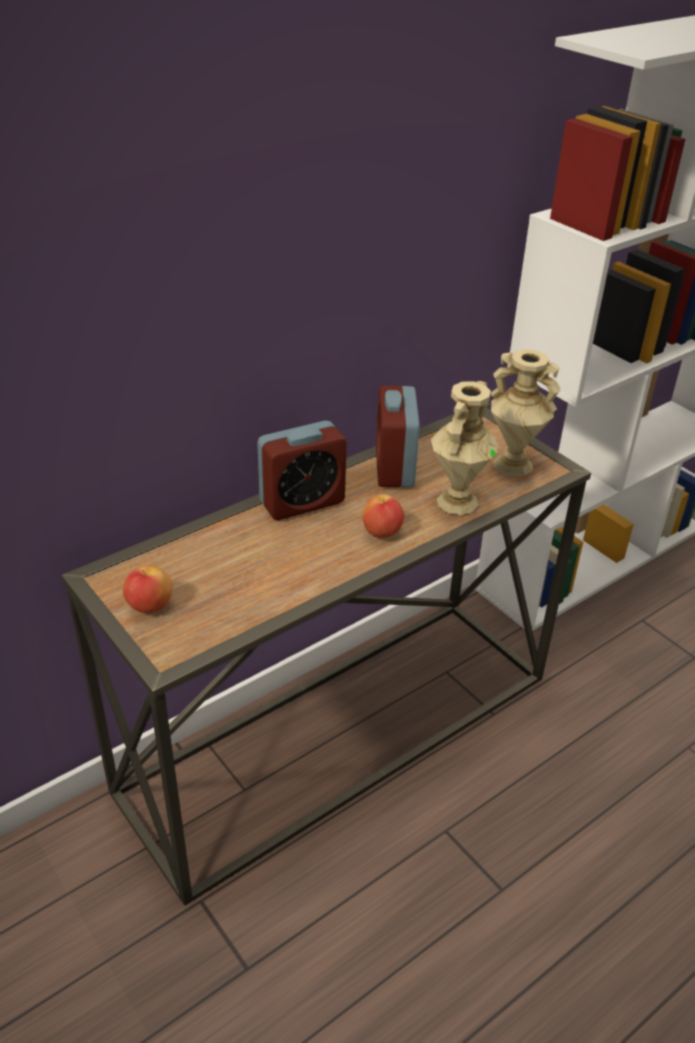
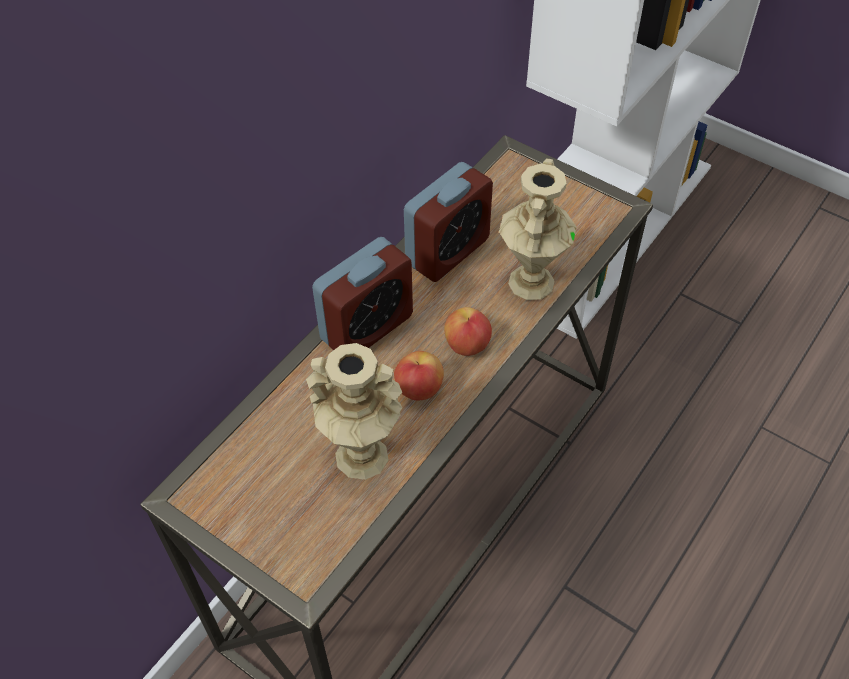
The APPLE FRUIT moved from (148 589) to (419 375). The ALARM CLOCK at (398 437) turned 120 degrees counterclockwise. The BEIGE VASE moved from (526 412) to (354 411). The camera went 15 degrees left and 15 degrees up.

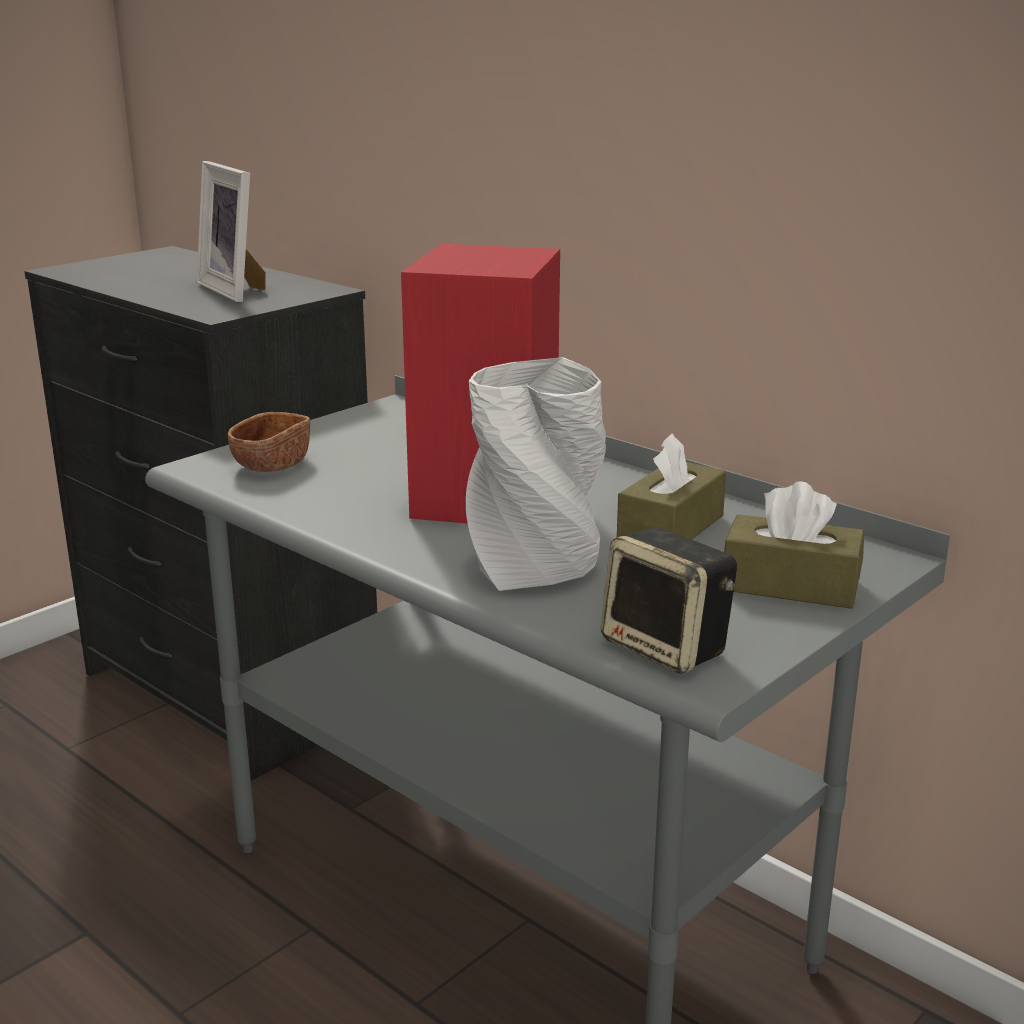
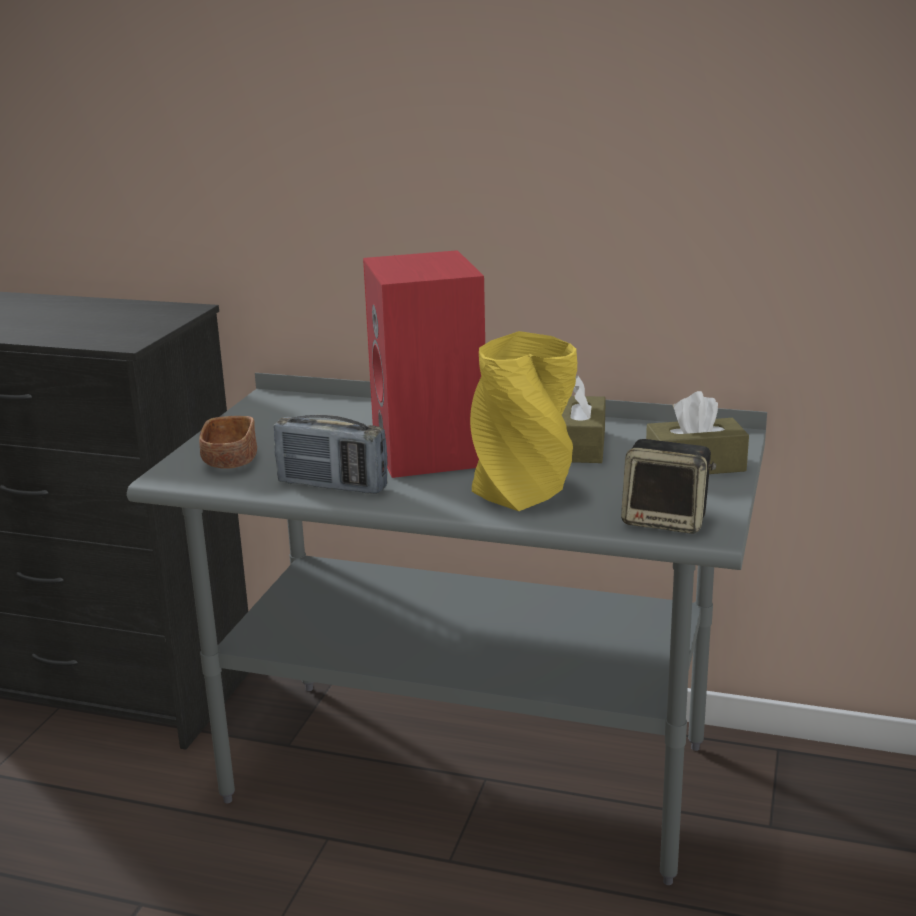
The PHOTO FRAME at (231 231) disappeared. The GREY VASE at (536 474) became the YELLOW VASE at (523 421). The RADIO RECEIVER at (331 454) appeared. The camera went 25 degrees left and 0 degrees up.

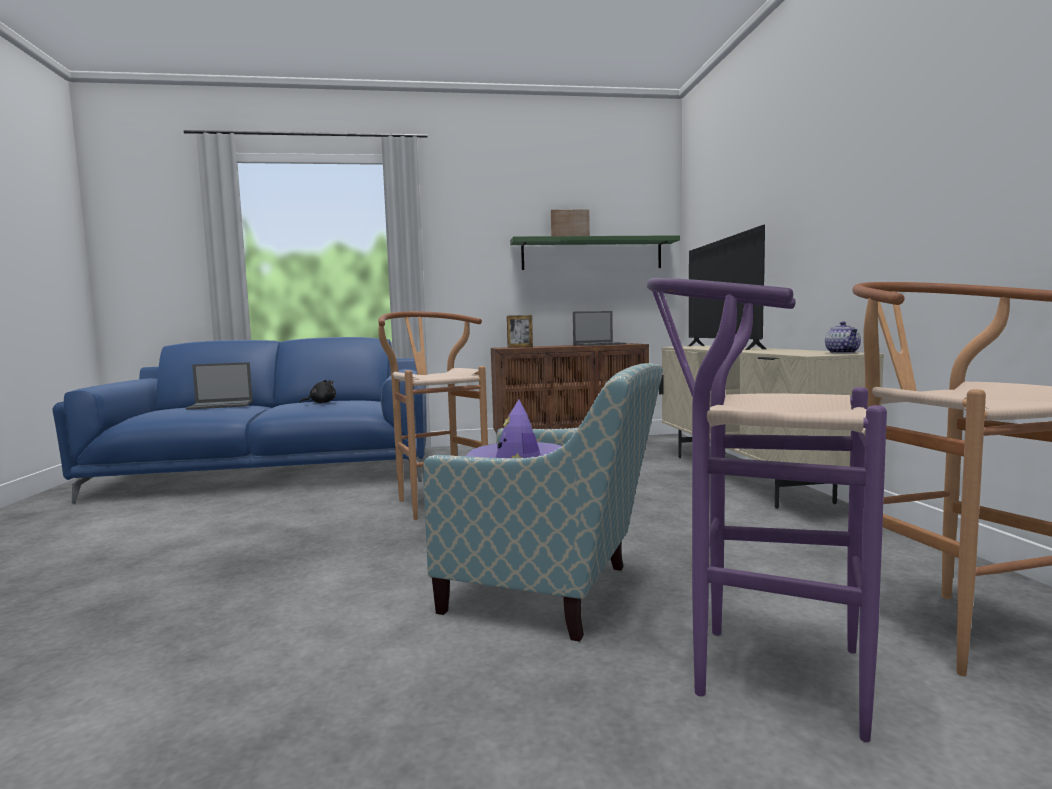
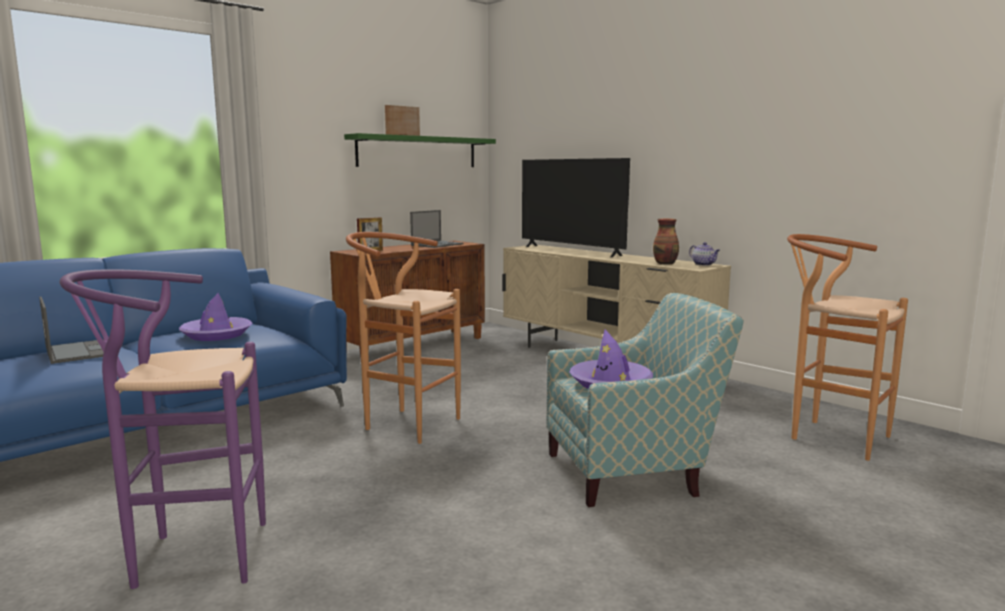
The NOTEBOOK COMPUTER at (219 386) turned 75 degrees counterclockwise. The BLACK-COLOURED PLUSH TOY at (318 391) was replaced by the PURPLISH WEARABLE HAT at (215 317). The PURPLISH STOOL SEAT moved from (767 510) to (163 429). The VASE at (666 241) appeared. The camera went 35 degrees left and 5 degrees up.

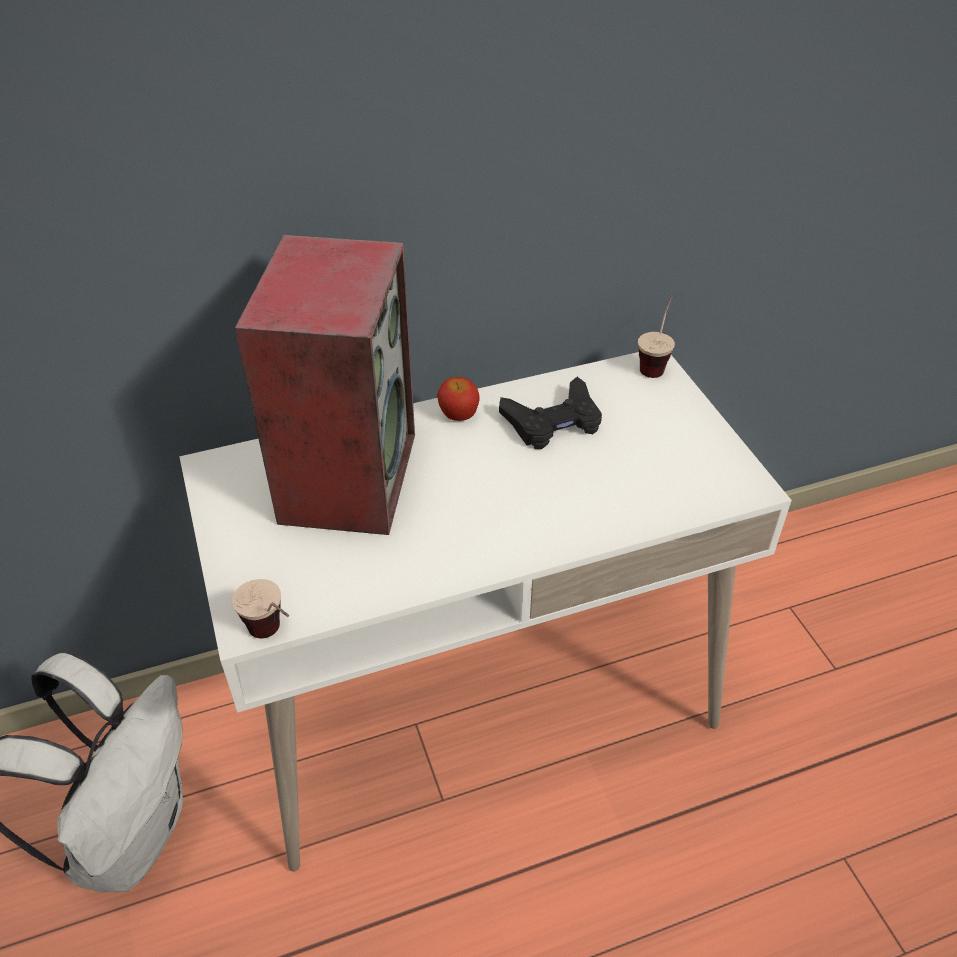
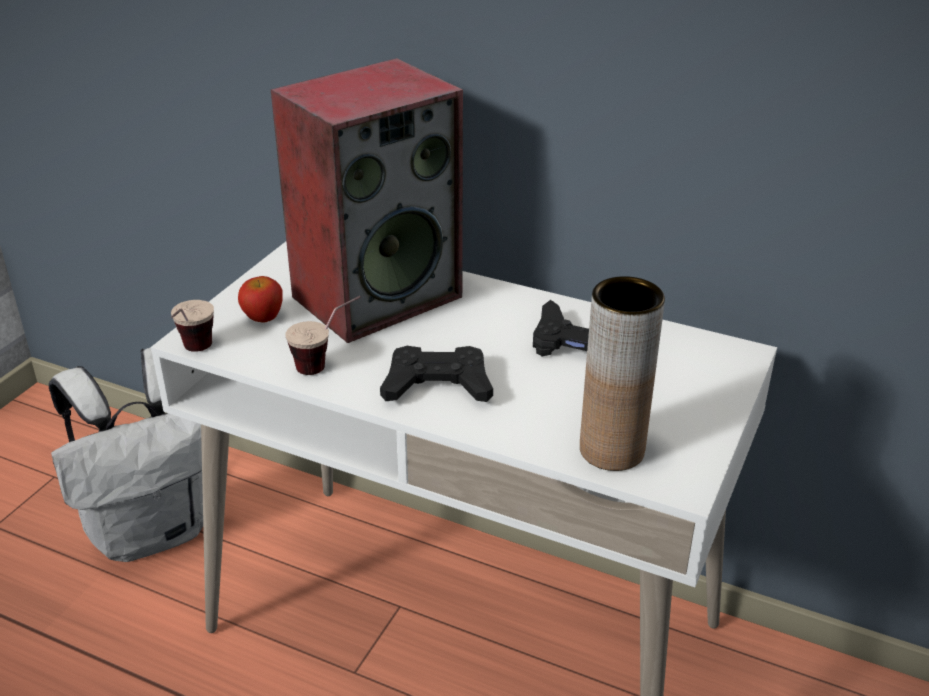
The APPLE FRUIT moved from (458 399) to (260 299). The CUP moved from (656 337) to (323 335). The BLACK-COLOURED GAME CONTROLLER at (436 374) appeared. The BROWN-COLOURED VASE at (622 373) appeared. The camera went 45 degrees right and 10 degrees down.

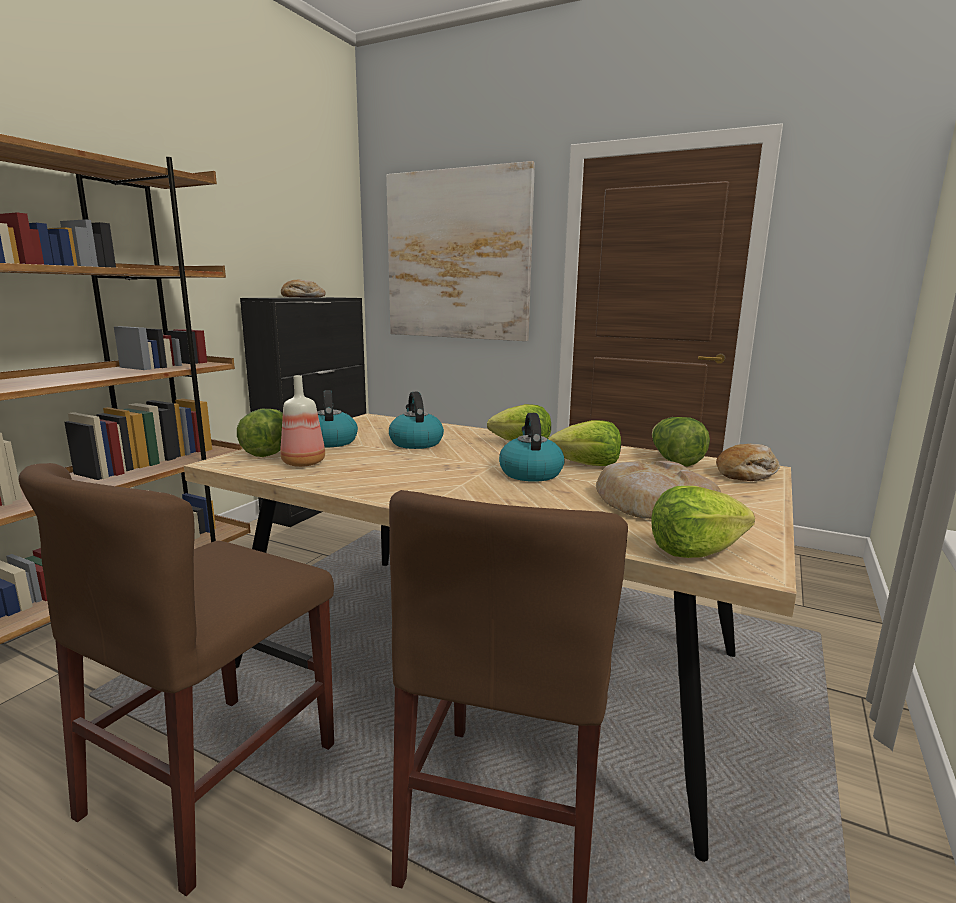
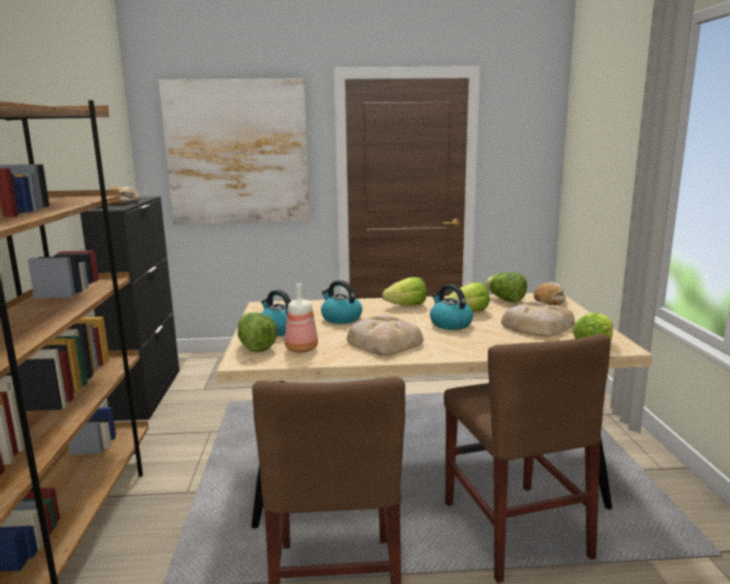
The BAKERY BREAD at (385 335) appeared. The camera went 30 degrees left and 0 degrees up.

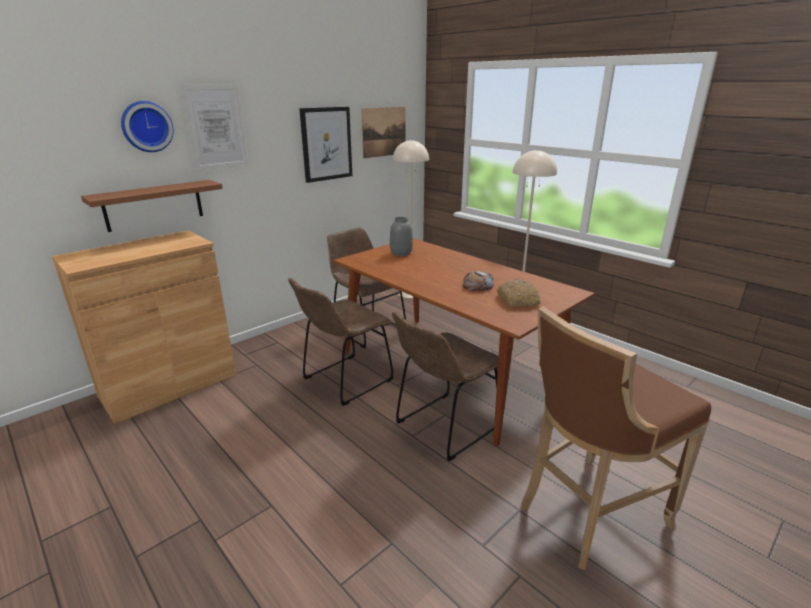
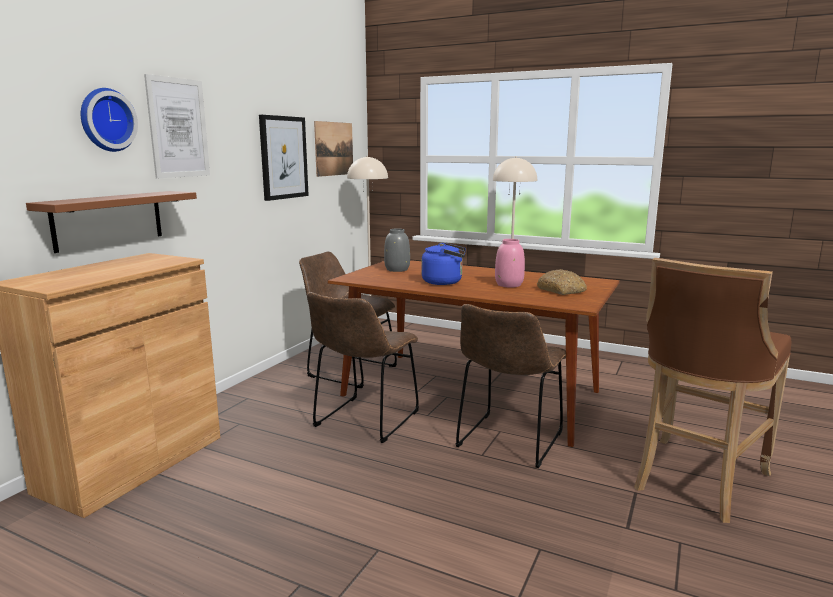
The BAKERY BREAD at (478 281) was replaced by the PINK VASE at (510 263). The BLUE WATER KETTLE at (444 264) appeared. The camera went 20 degrees left and 10 degrees down.

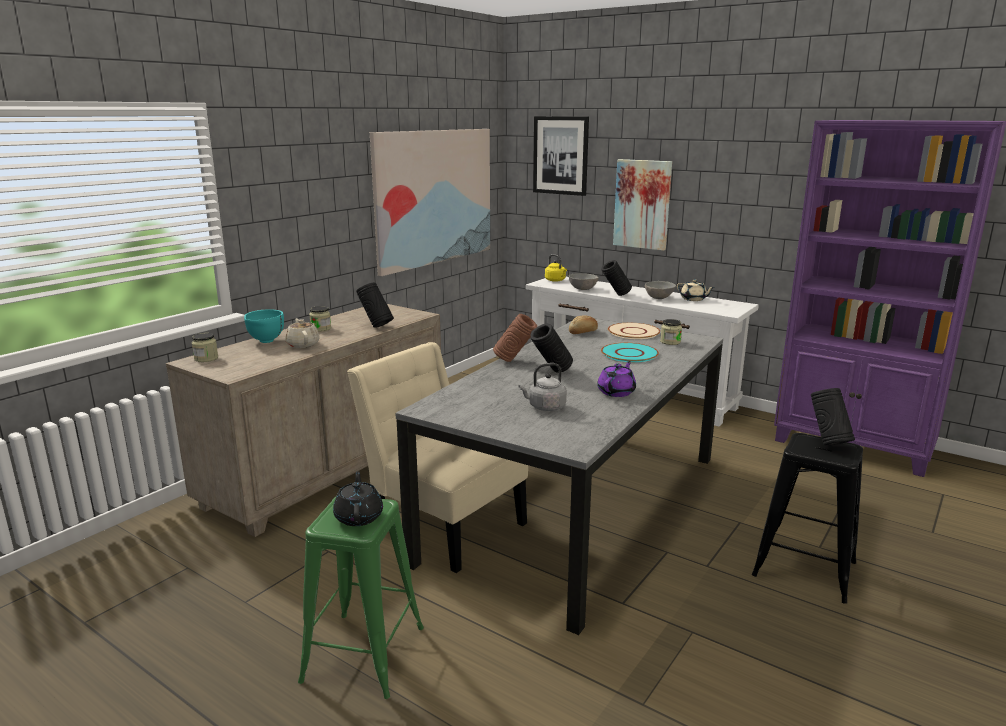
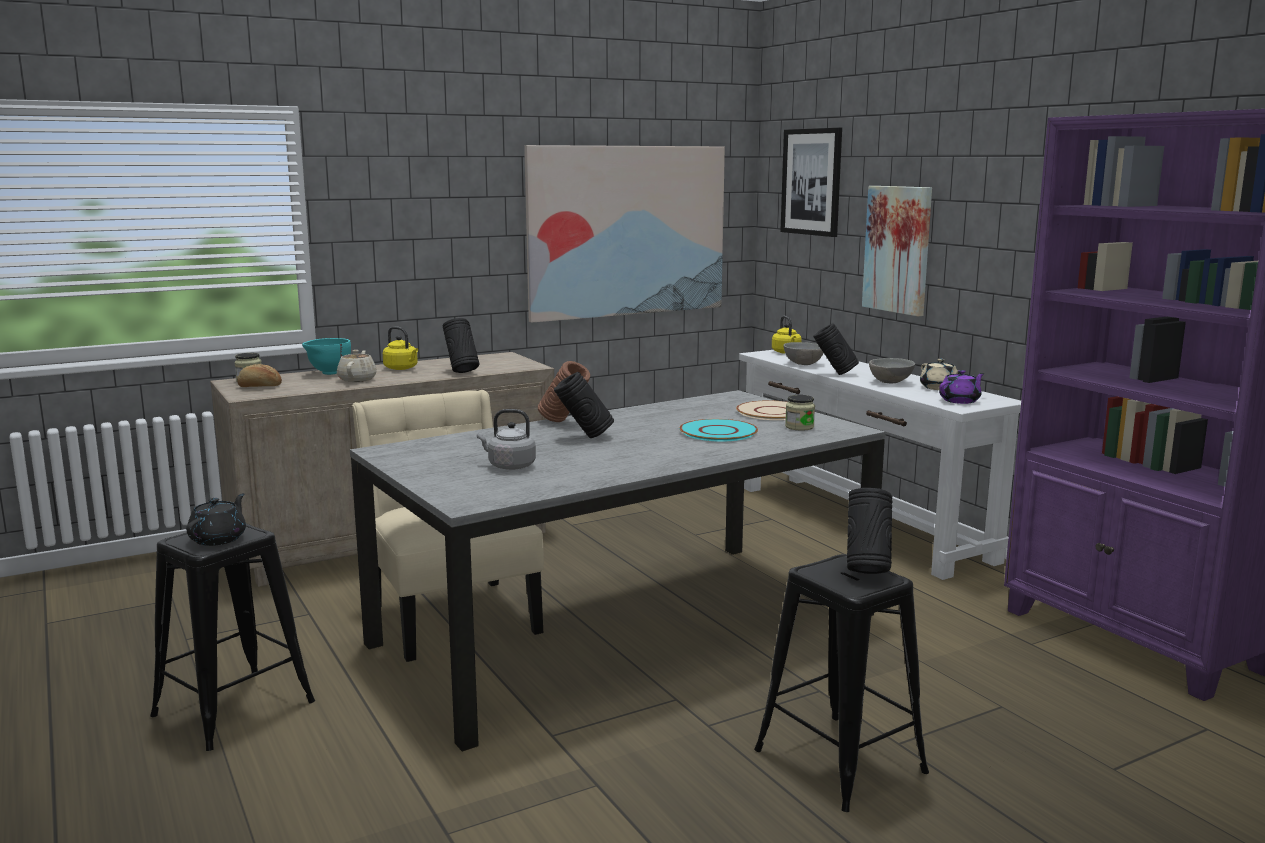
The GREEN STOOL SEAT at (361 598) became the BLACK-COLOURED STOOL SEAT at (232 637). The JAR at (320 319) was replaced by the YELLOW WATER KETTLE at (400 348). The BAKERY BREAD moved from (583 324) to (259 375). The PURPLISH TEA POT moved from (616 379) to (961 387). The camera went 25 degrees right and 5 degrees down.

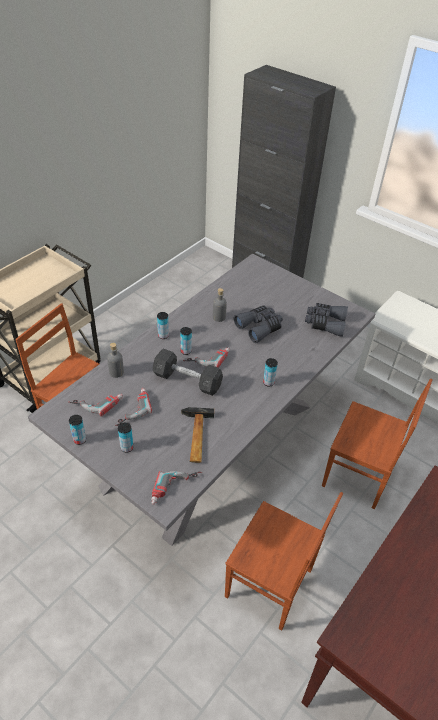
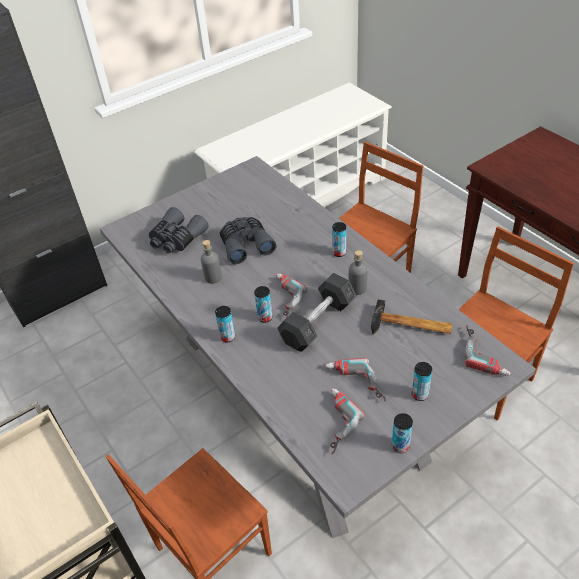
The GREY DRINK BOTTLE moved from (115 360) to (358 272). The GREY PAIR OF BINOCULARS moved from (326 320) to (179 230). The camera went 70 degrees left and 0 degrees up.

